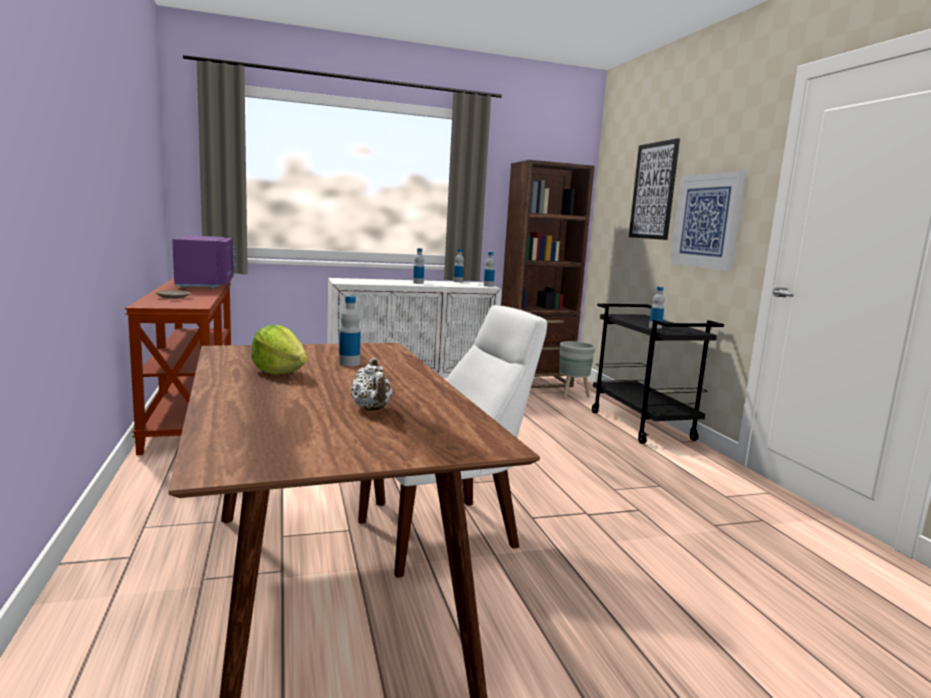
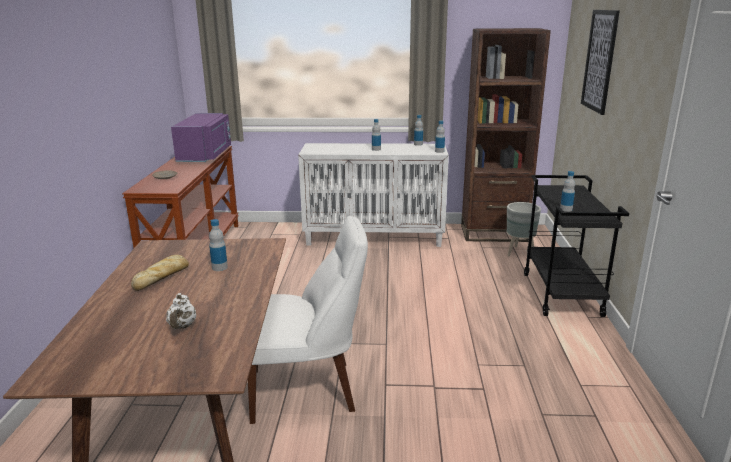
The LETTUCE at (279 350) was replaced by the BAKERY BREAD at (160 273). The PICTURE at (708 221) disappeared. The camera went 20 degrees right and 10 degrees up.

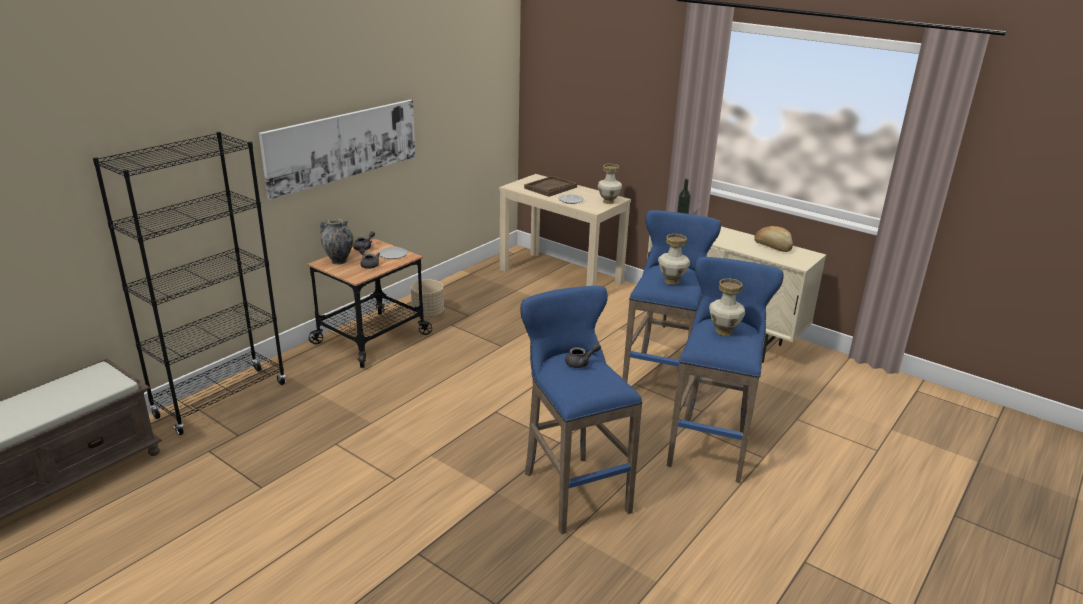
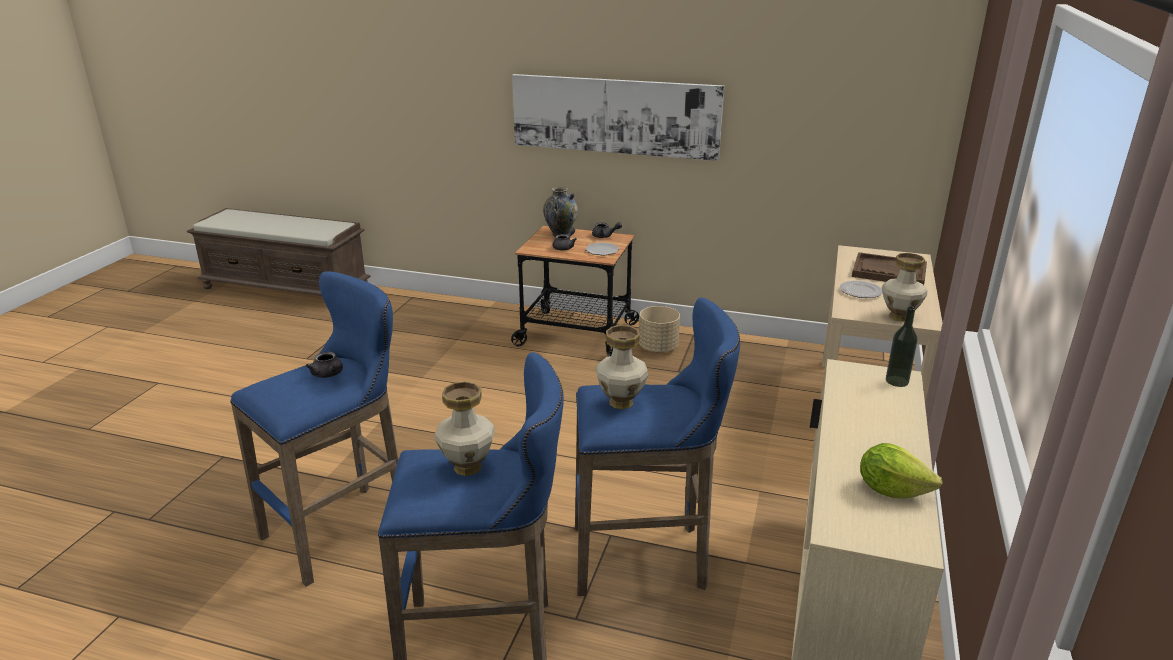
The BLACK-COLOURED SHELVING UNIT at (189 283) disappeared. The BAKERY BREAD at (773 239) was replaced by the LETTUCE at (901 471). The camera went 70 degrees right and 0 degrees up.

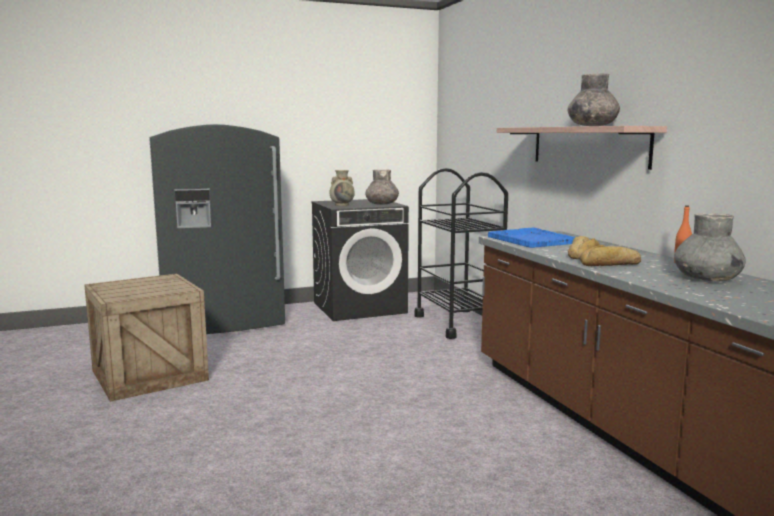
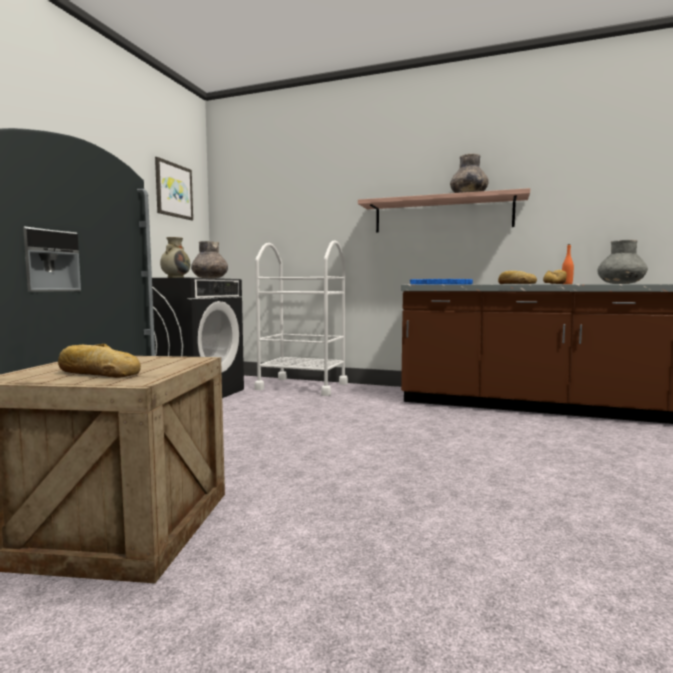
The BLACK-COLOURED WHEELED CART at (461 253) became the WHITE-COLOURED WHEELED CART at (301 318). The BAKERY BREAD at (99 361) appeared. The PICTURE at (174 188) appeared. The camera went 50 degrees left and 5 degrees down.

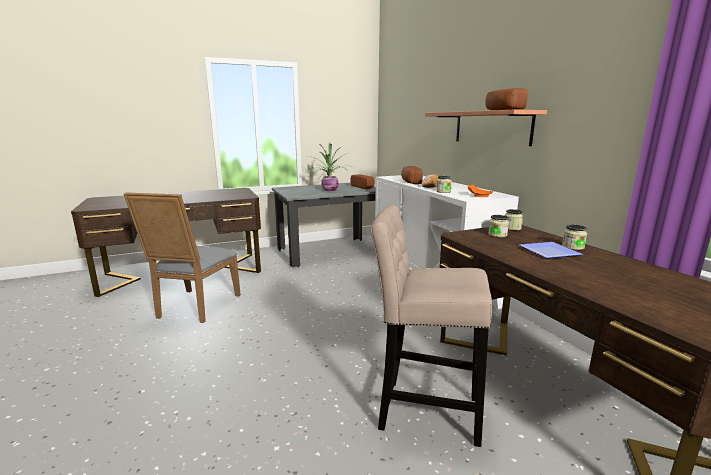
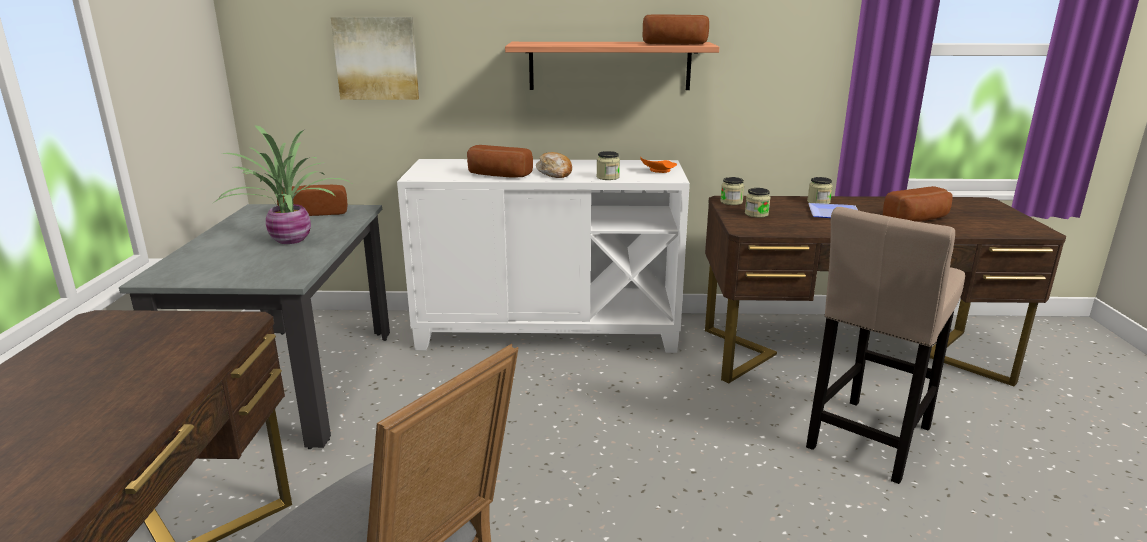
The PICTURE at (375 58) appeared. The BAKERY BREAD at (918 204) appeared. The camera went 65 degrees left and 5 degrees up.

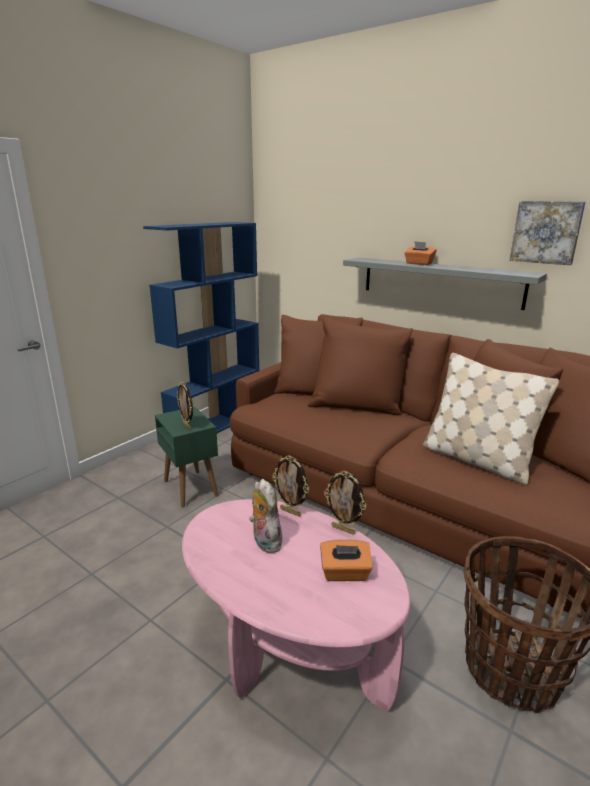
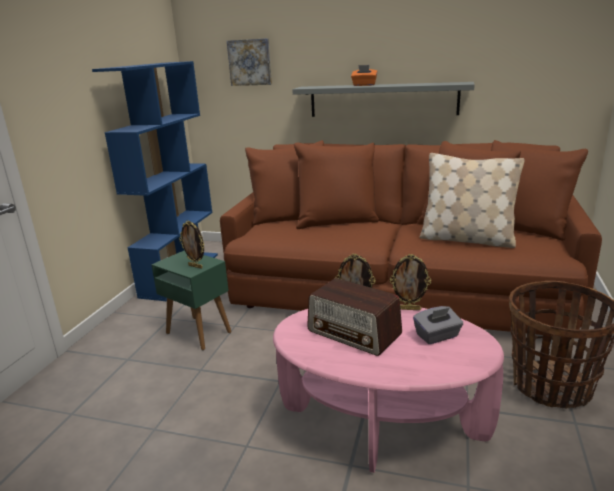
The PLUSH TOY at (265 516) was replaced by the RADIO RECEIVER at (354 317). The ORANGE BOX OF TISSUES at (346 560) became the GREY BOX OF TISSUES at (438 325). The PICTURE moved from (547 233) to (249 62). The camera went 20 degrees left and 0 degrees up.

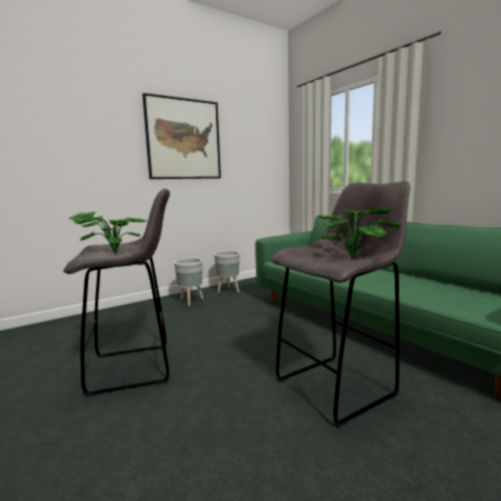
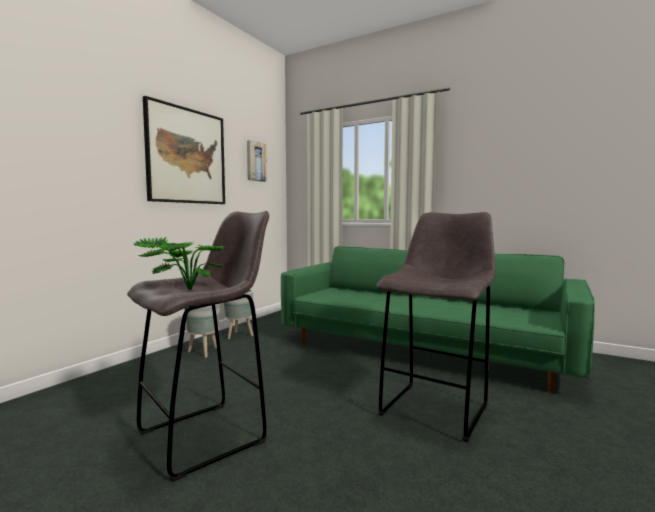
The HOUSEPLANT at (360 232) disappeared. The PICTURE at (257 161) appeared. The camera went 25 degrees left and 5 degrees down.

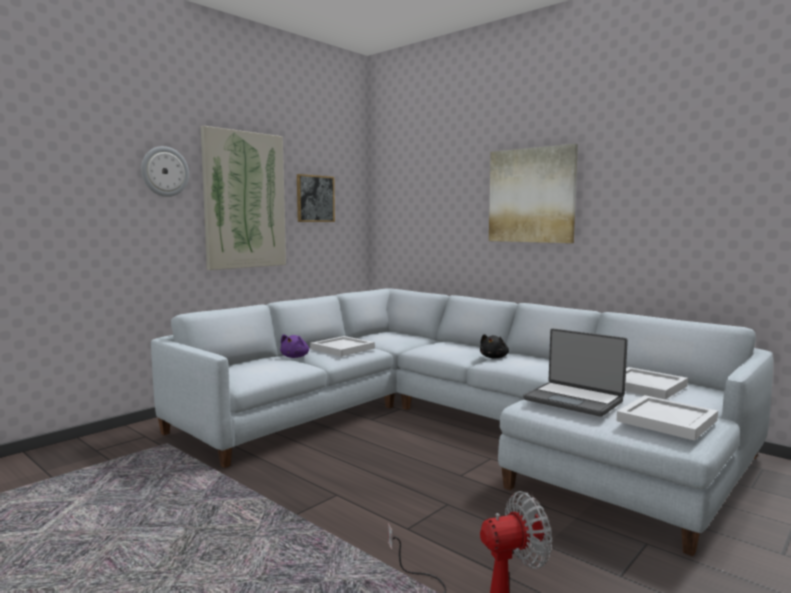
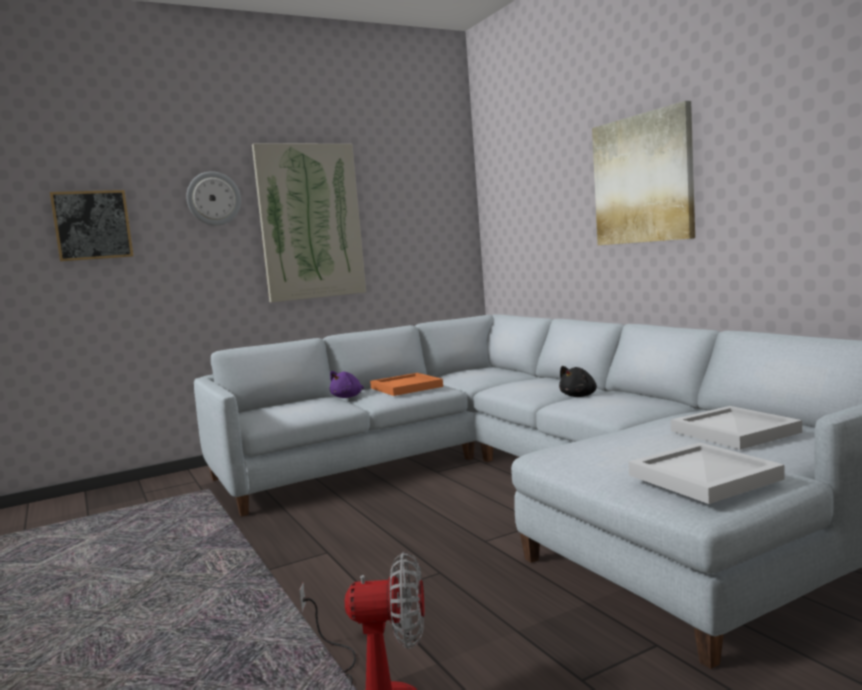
The PICTURE moved from (316 198) to (91 225). The WHITE-COLOURED SERVING TRAY at (342 346) became the ORANGE SERVING TRAY at (406 384). The NOTEBOOK COMPUTER at (575 372) disappeared. The camera went 20 degrees right and 0 degrees up.

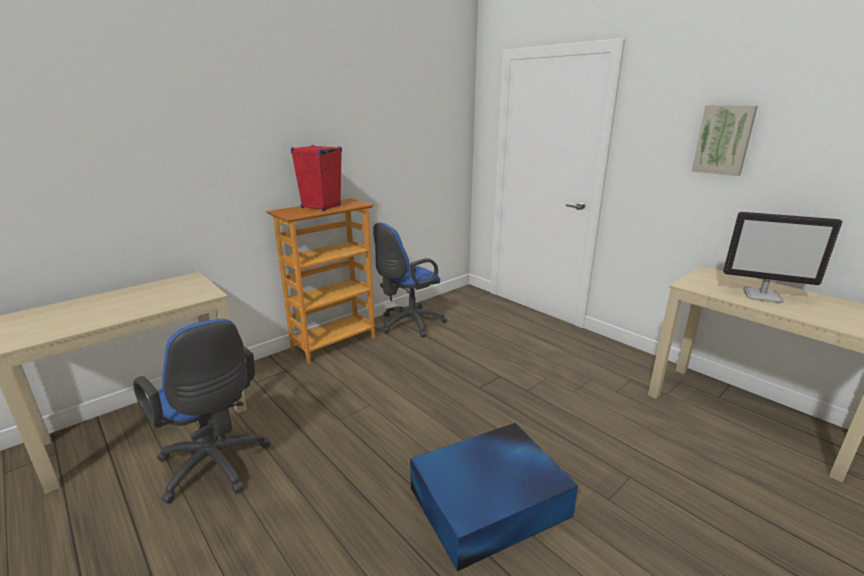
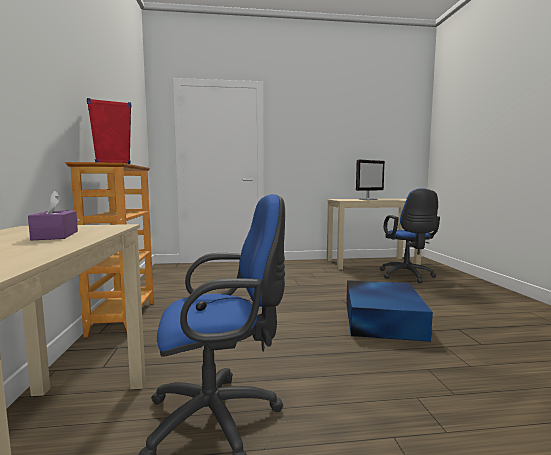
The BLUE COMPUTER CHAIR moved from (410 280) to (410 235). The PICTURE at (725 140) disappeared. The PURPLISH BOX OF TISSUES at (53 215) appeared. The camera went 55 degrees left and 15 degrees down.

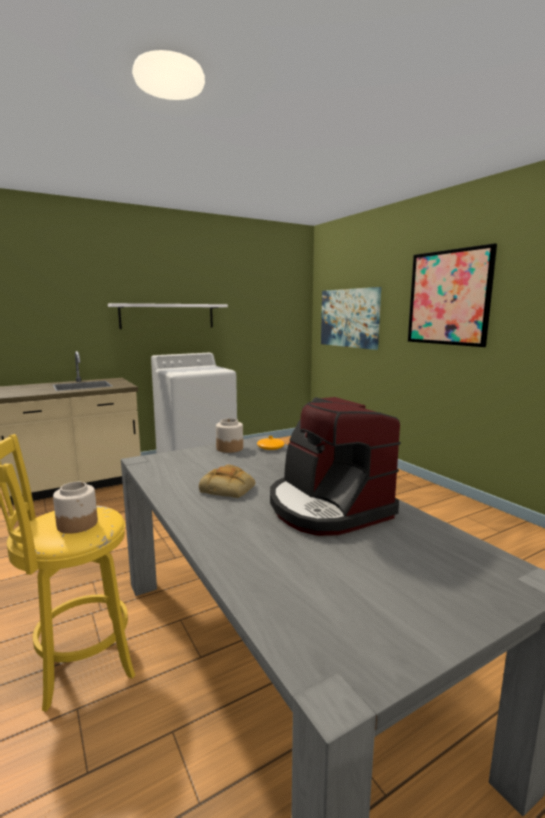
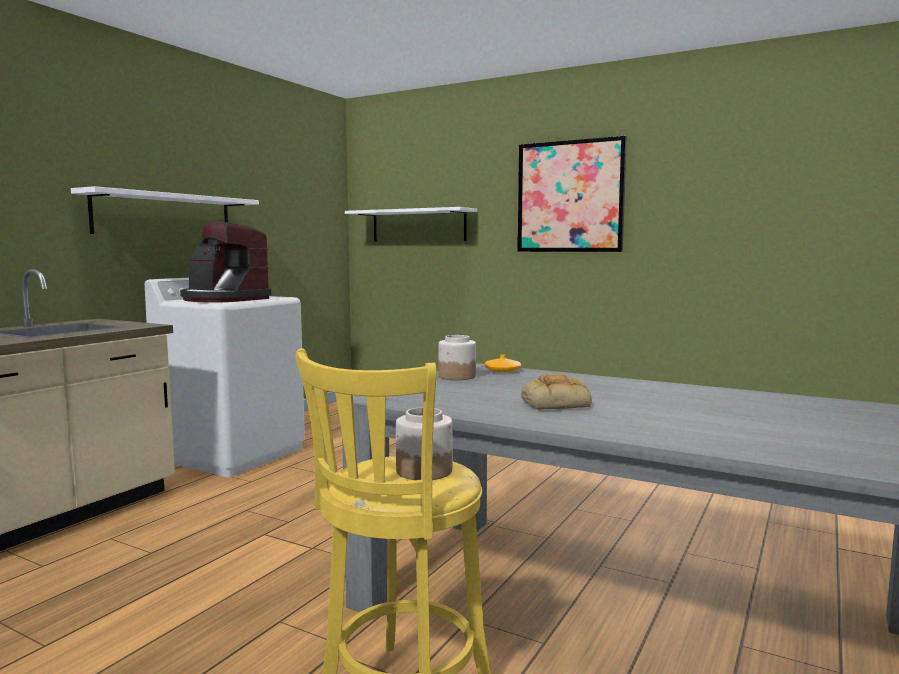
The COFFEE MAKER moved from (335 466) to (225 262). The PICTURE at (351 318) was replaced by the WHITE-COLOURED WALL SHELF at (411 224). The camera went 30 degrees left and 5 degrees down.

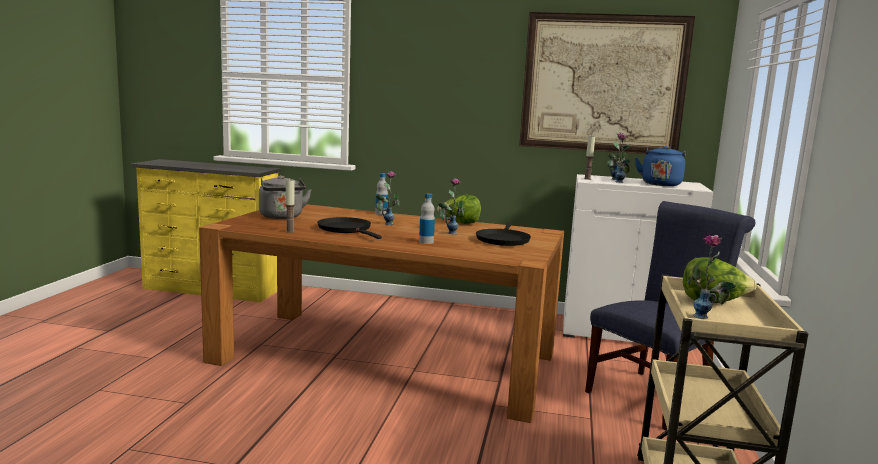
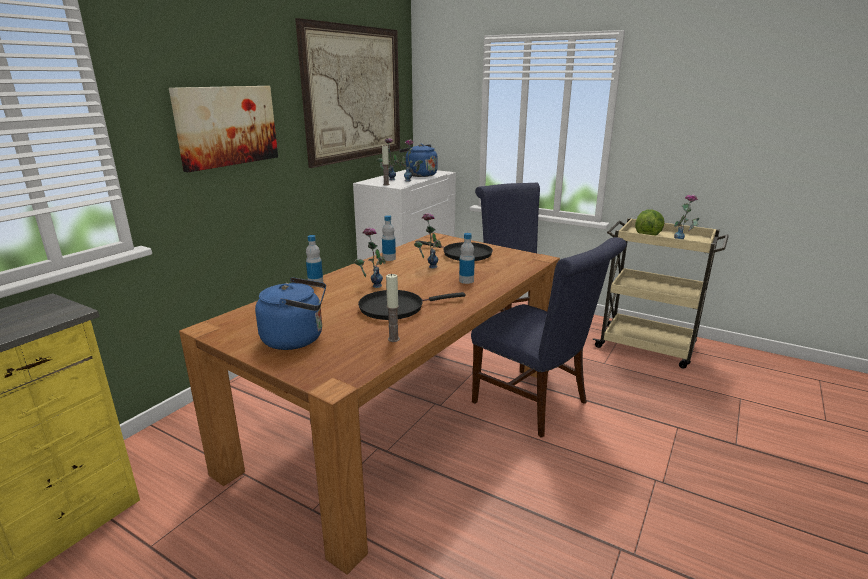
The GREY WATER KETTLE at (285 197) became the BLUE WATER KETTLE at (290 313). The LETTUCE at (459 209) was replaced by the DRINK BOTTLE at (389 238). The PICTURE at (223 129) appeared. The BLUE PLAIN CHAIR at (549 337) appeared. The camera went 70 degrees left and 10 degrees up.

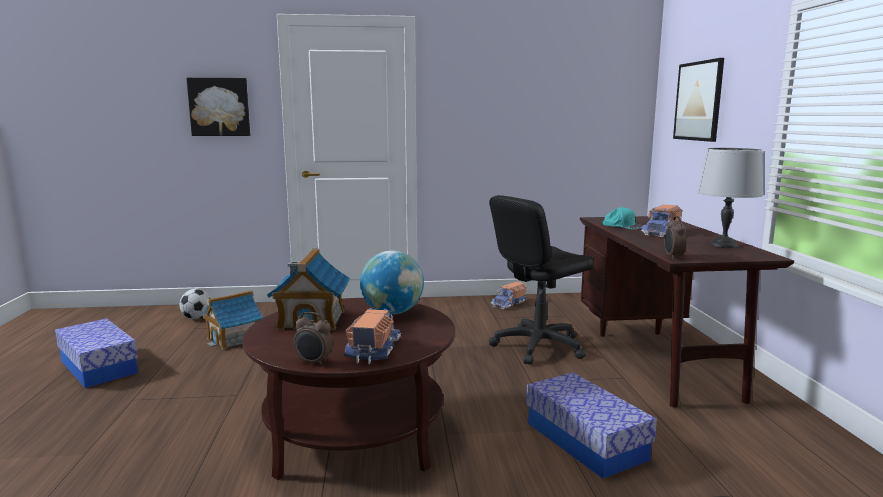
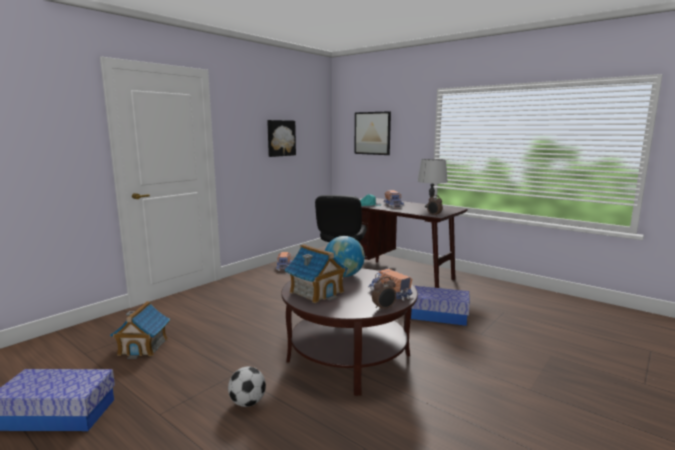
The FOOTBALL moved from (195 304) to (247 386). The PICTURE moved from (218 107) to (281 138). The camera went 45 degrees left and 0 degrees up.

